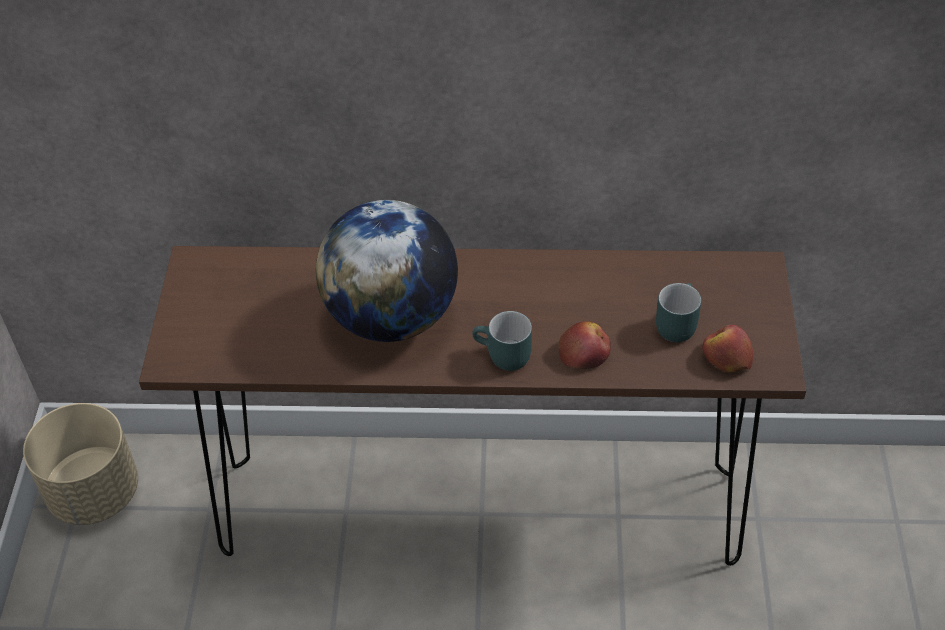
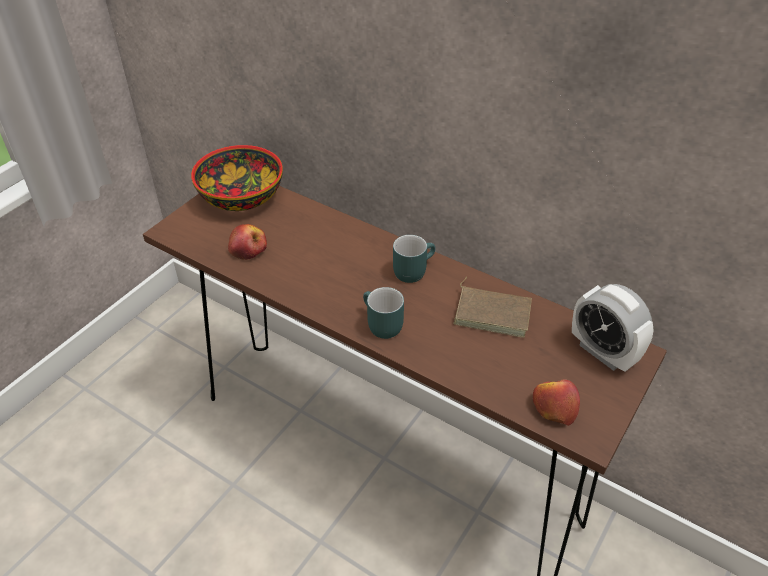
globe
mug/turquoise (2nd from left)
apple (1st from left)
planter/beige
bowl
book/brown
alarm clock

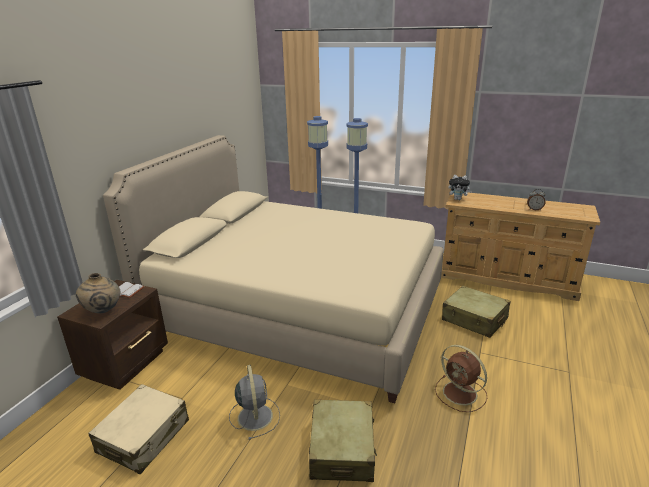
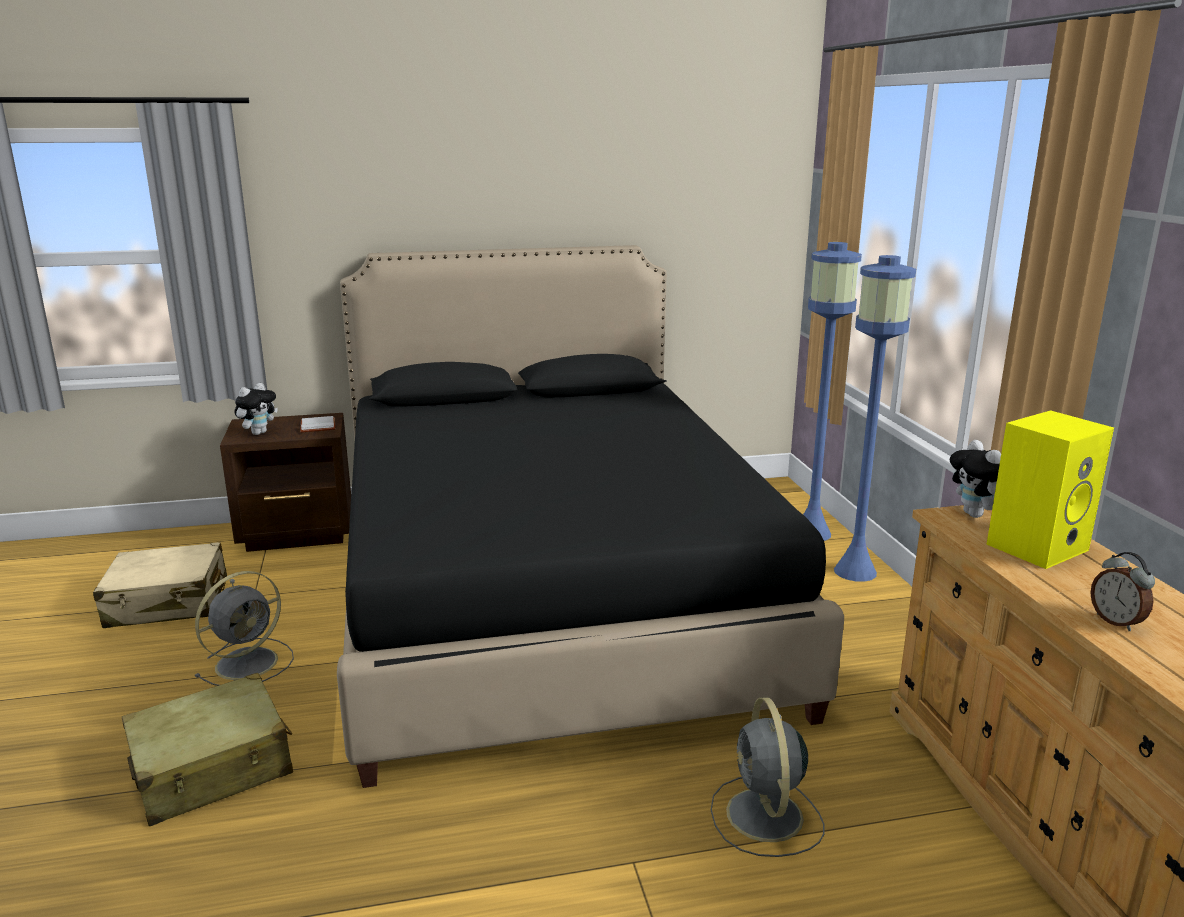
bed/black
plush toy (1st from left)
fan/grey (2nd from left)
fan/brown
speaker/yellow

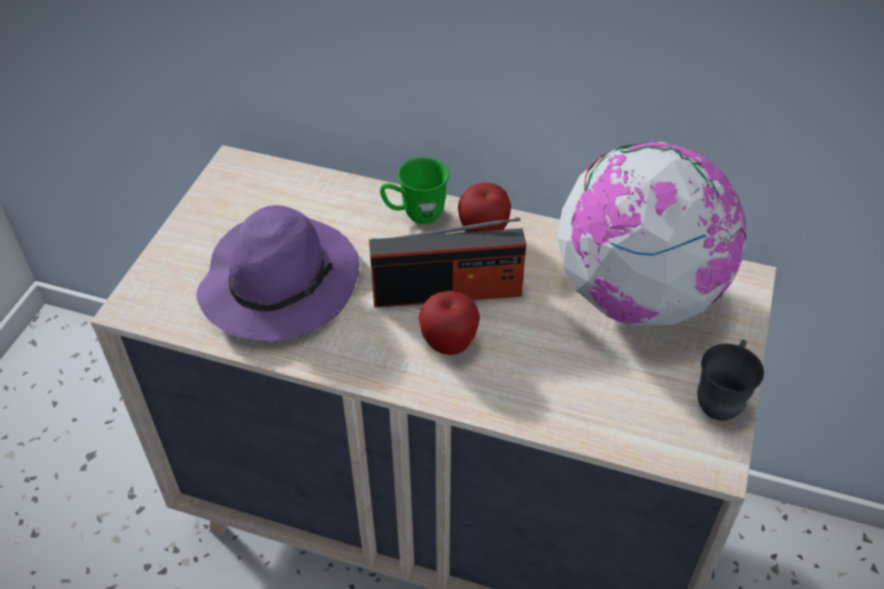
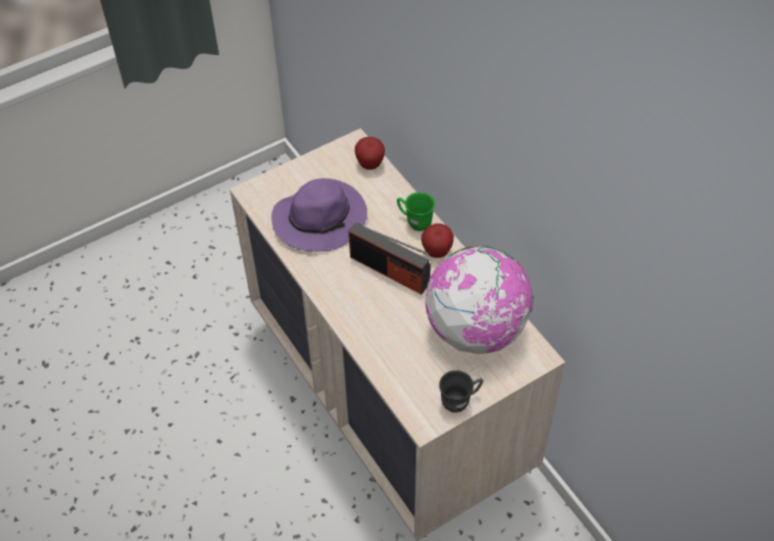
apple (1st from left)

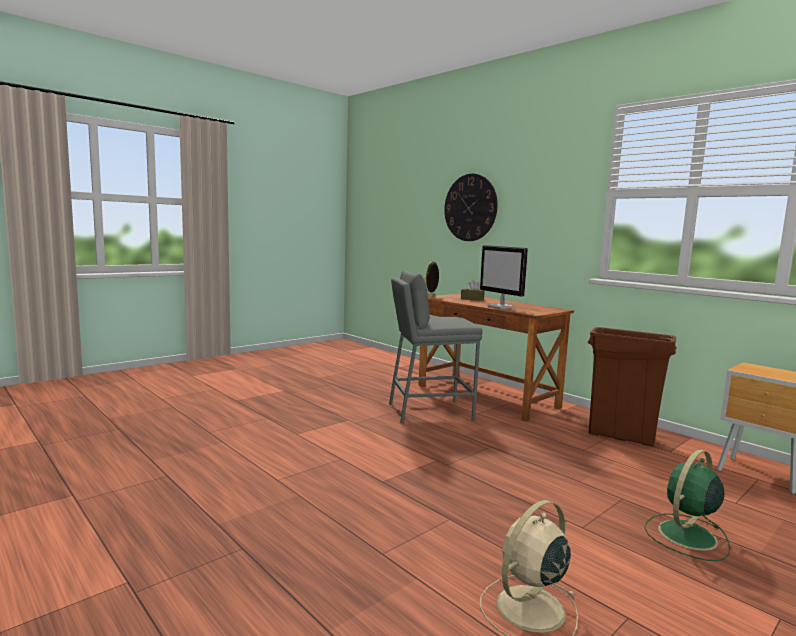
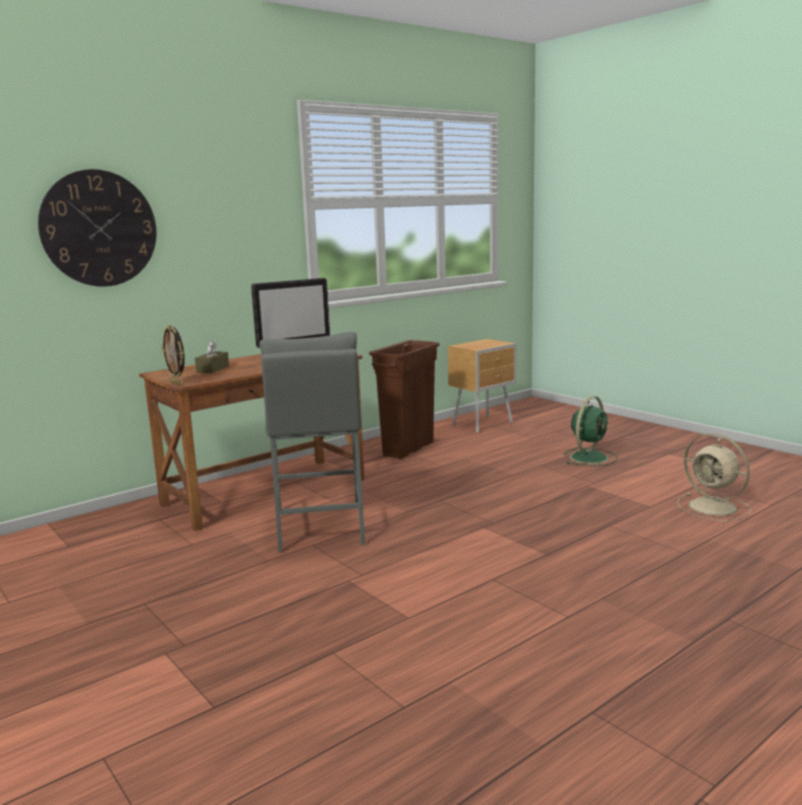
fan/green

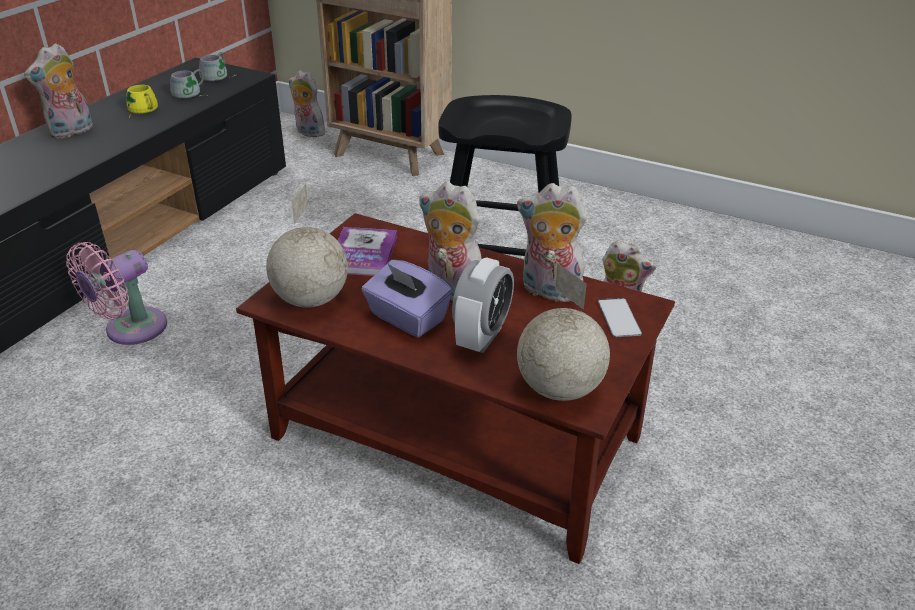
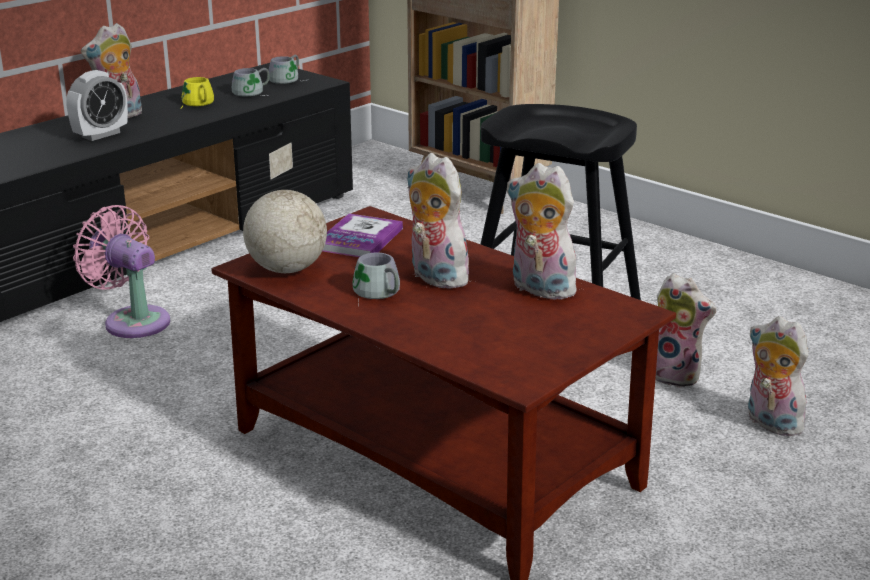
plush toy (5th from left)
fan/pink
alarm clock
mug/grey (3rd from left)
globe (2nd from left in the first image)
phone

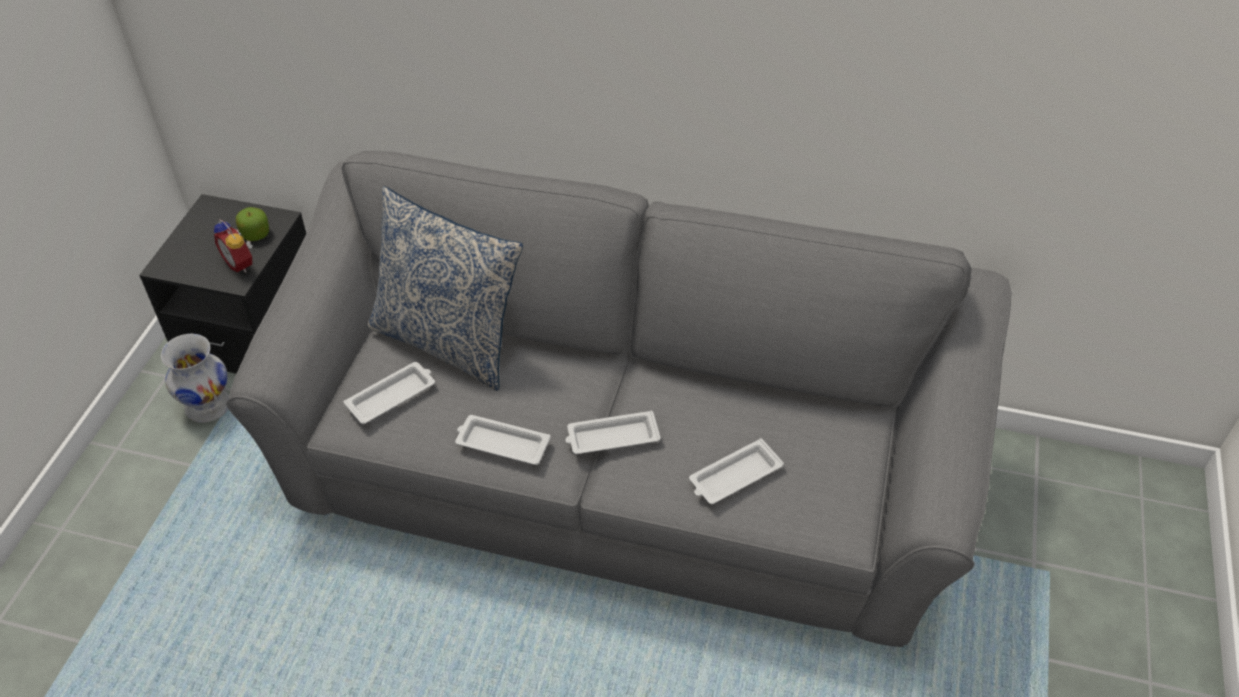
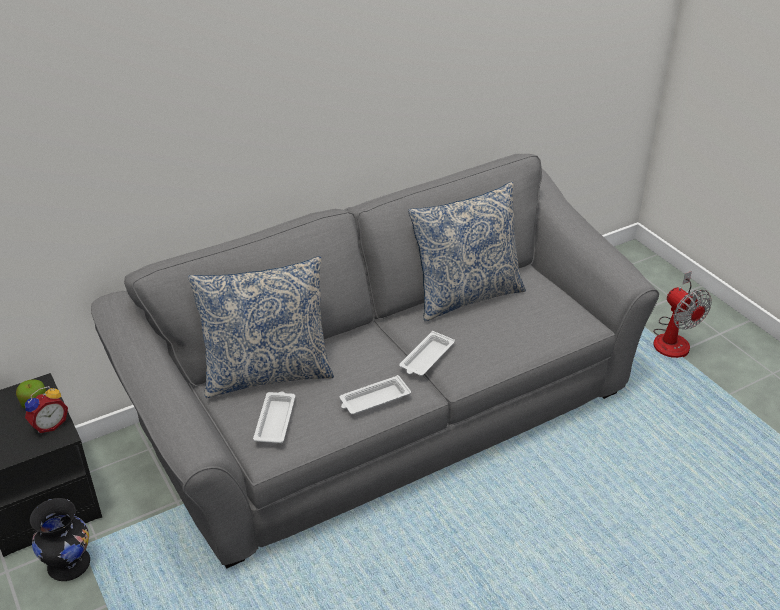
alarm clock
vase/black
tray/white (4th from left in the first image)
pillow (2nd from left)
fan

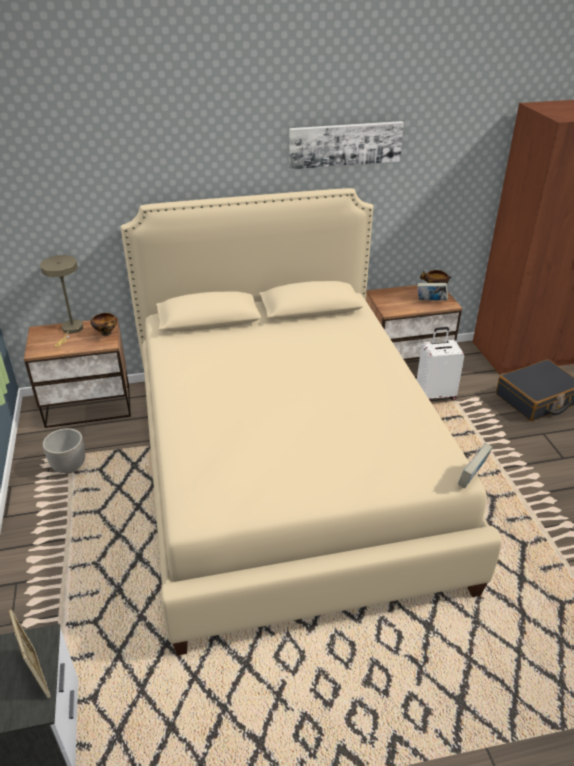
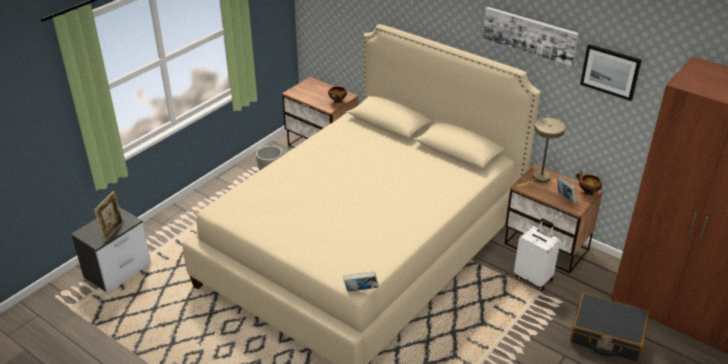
table lamp/beige
picture (2nd from left)

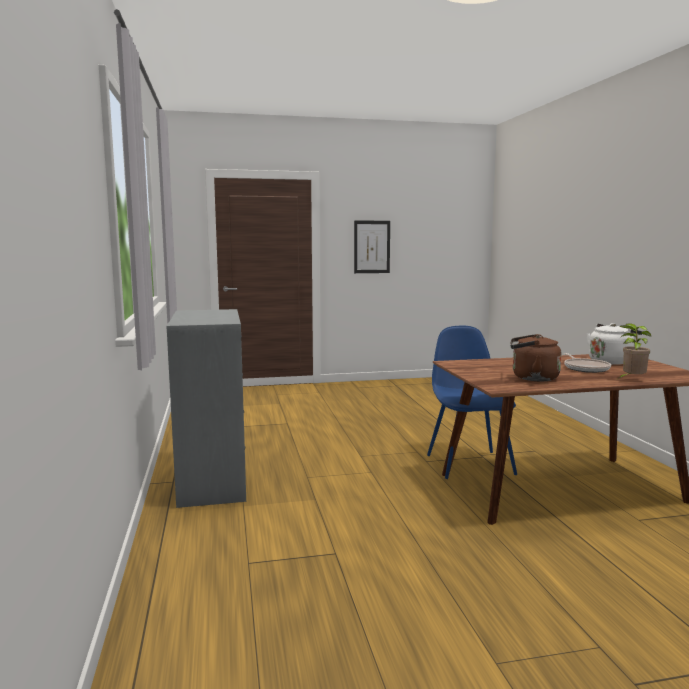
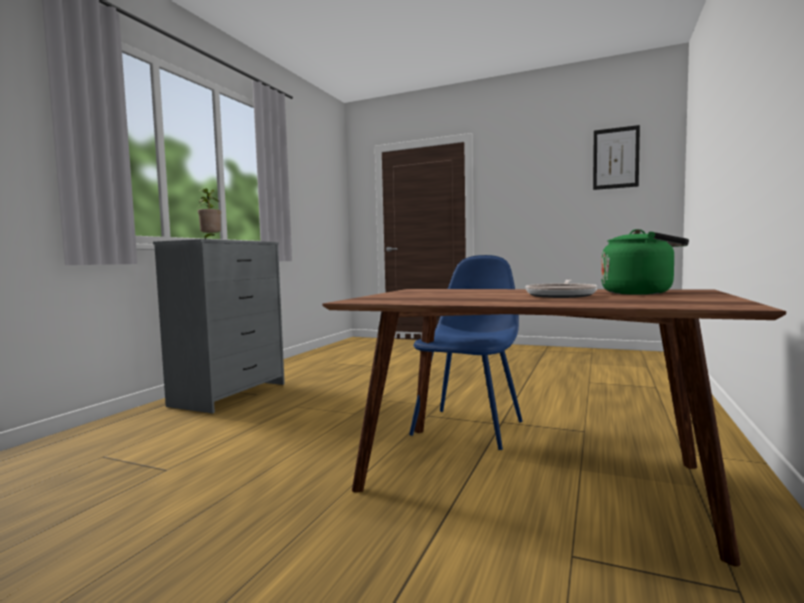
picture
kettle/green
potted plant
kettle/brown

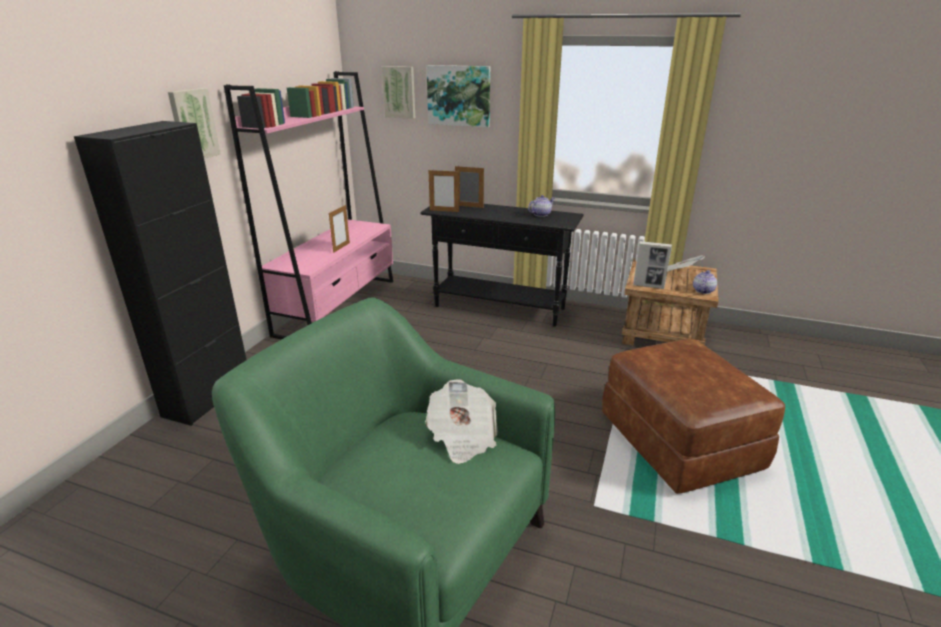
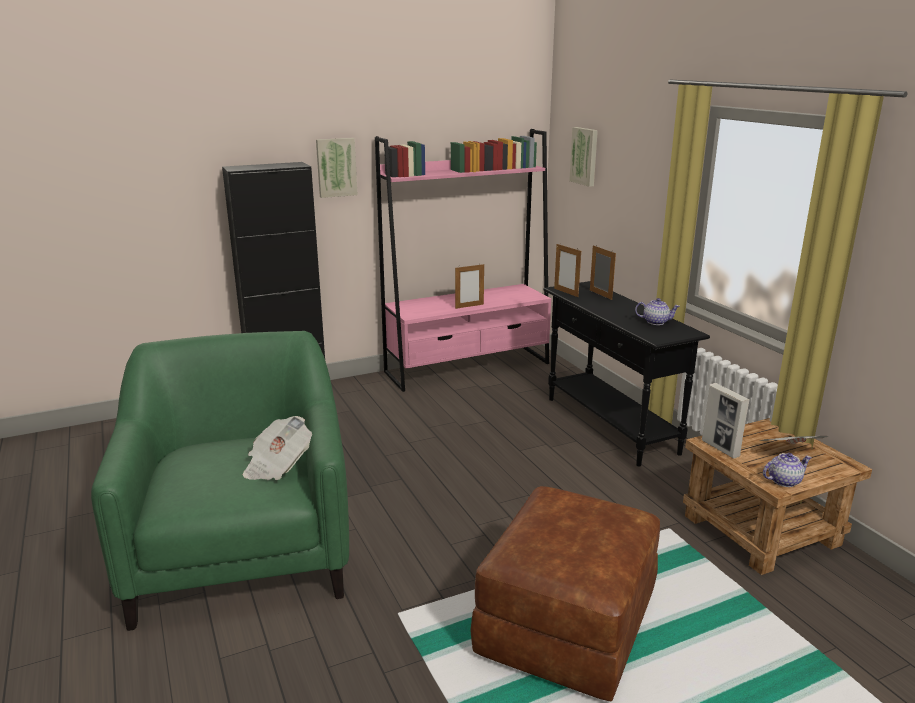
picture (3rd from left in the first image)

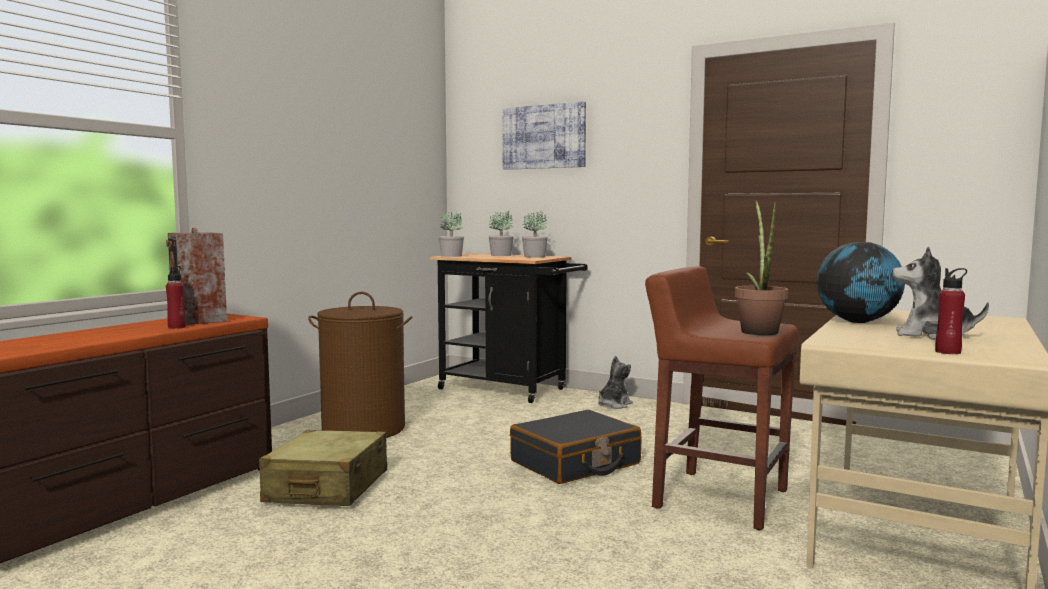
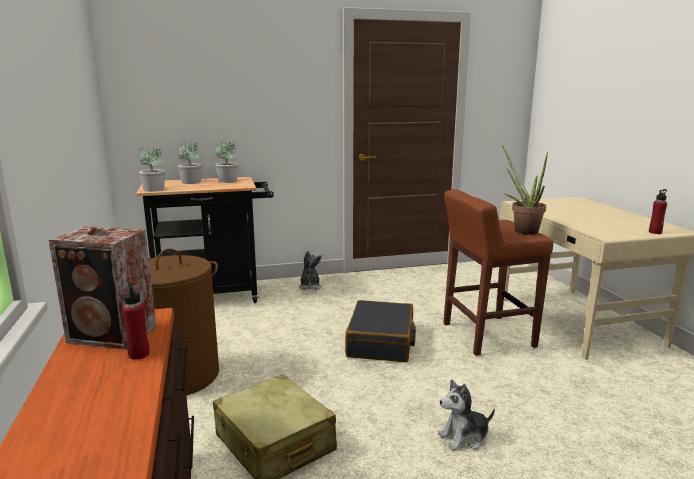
picture
globe
plush toy (2nd from left)

